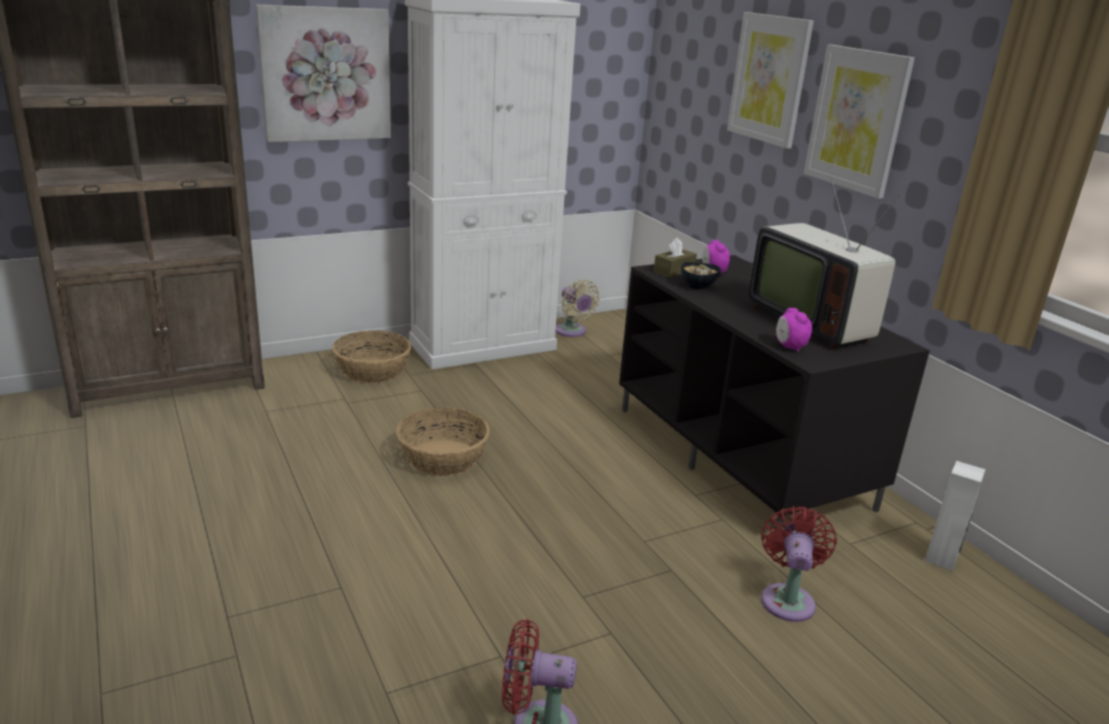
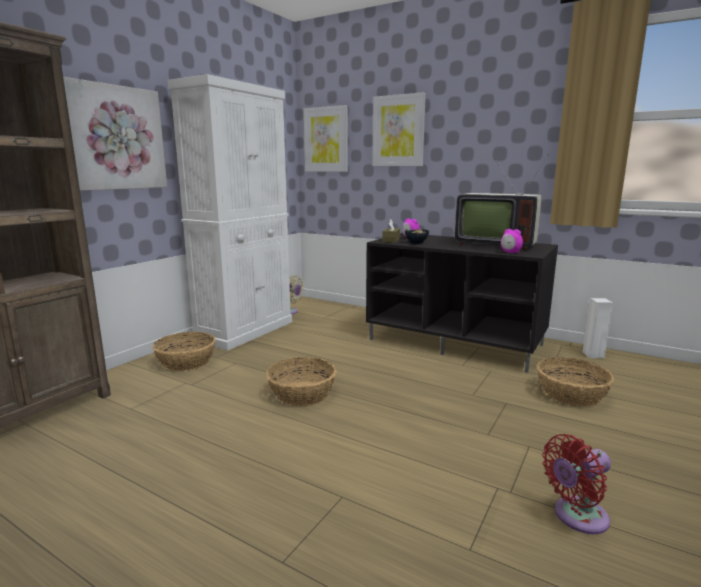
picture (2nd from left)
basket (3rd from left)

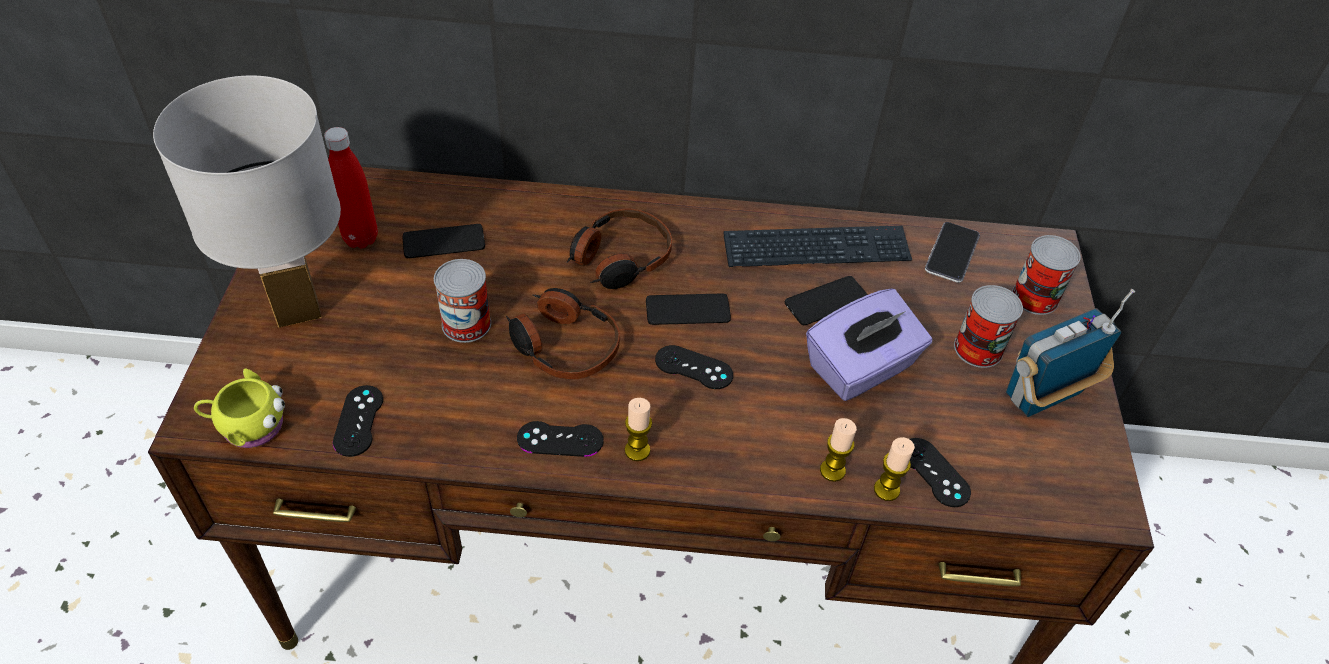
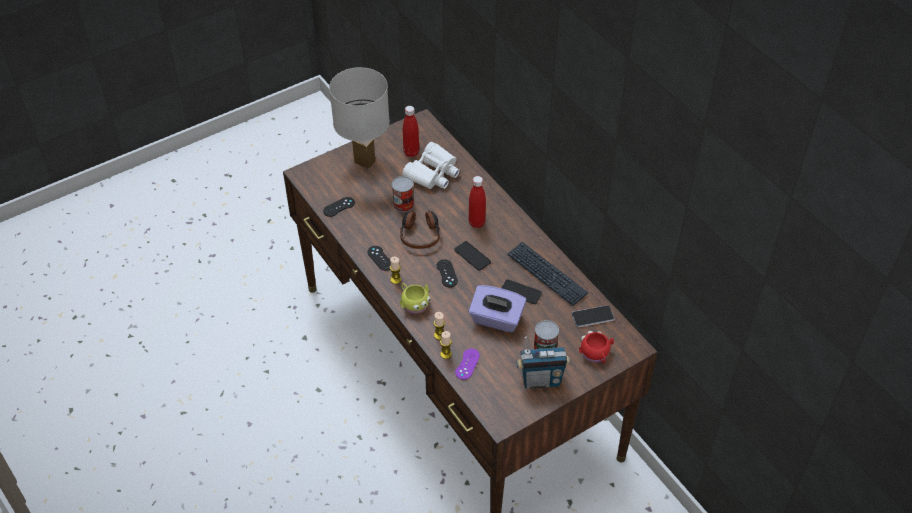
bottle/red (2nd from left)
binoculars/white
mug/red
radio
mug/yellow
game controller/purple

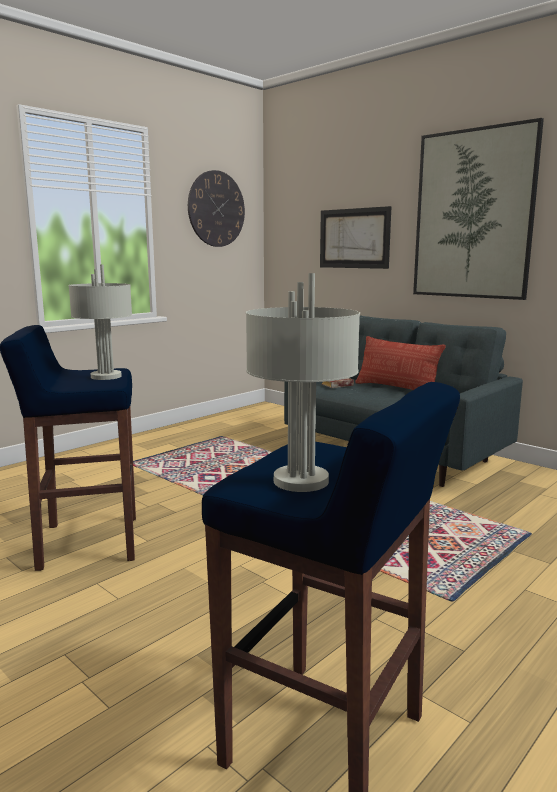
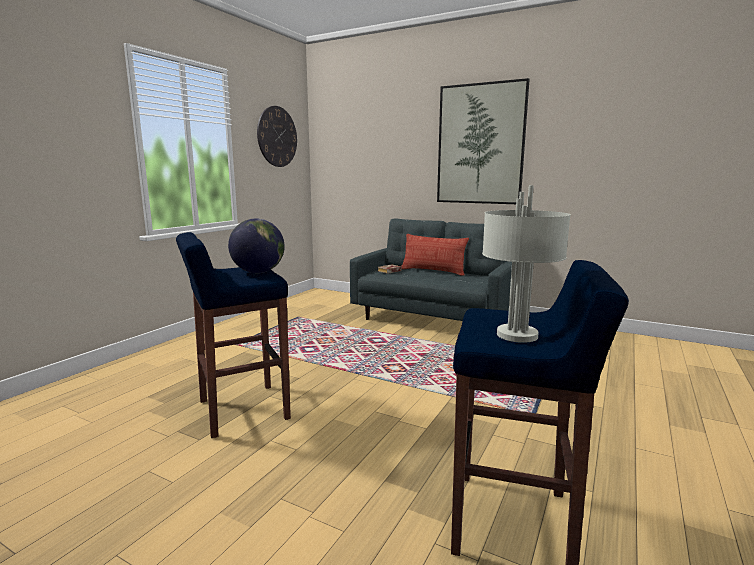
picture (1st from left in the first image)
globe

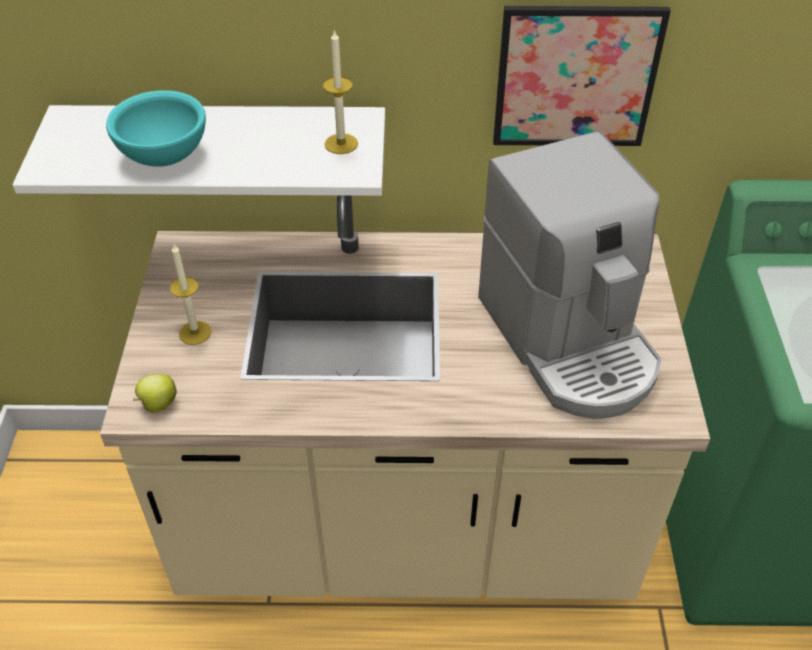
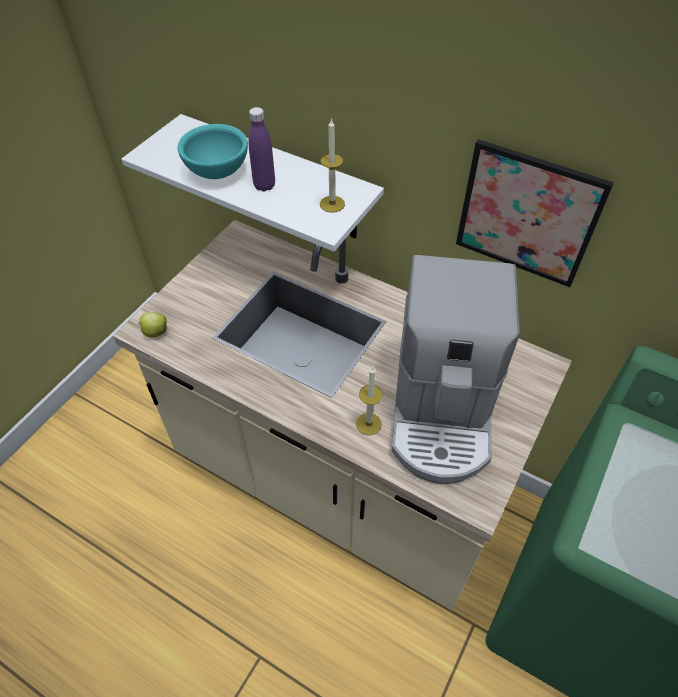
candle (2nd from left)
bottle/purple

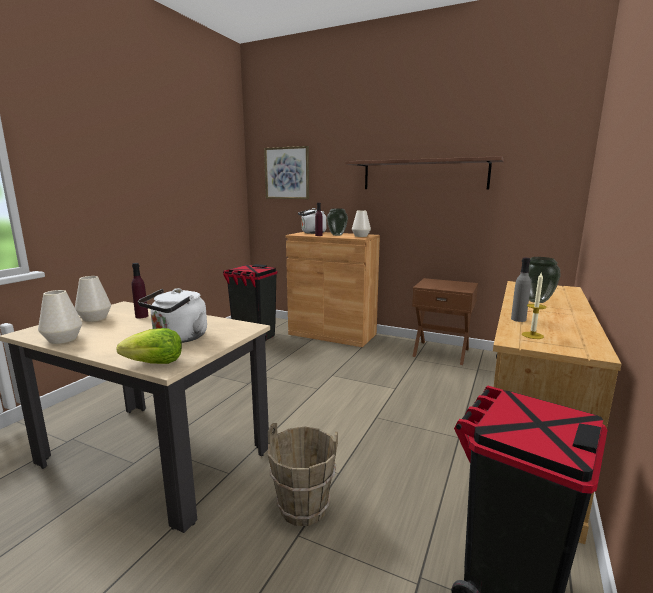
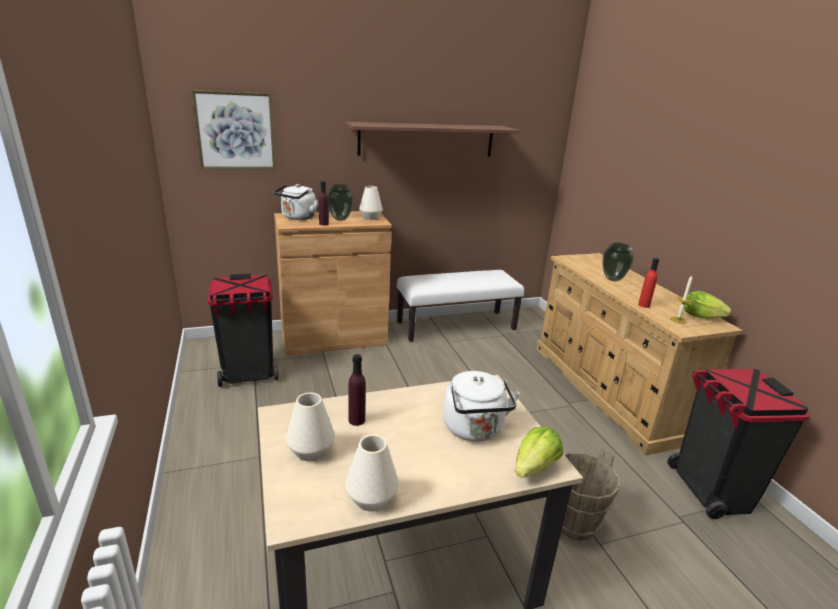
bottle/red
bench/white
lettuce (2nd from left)

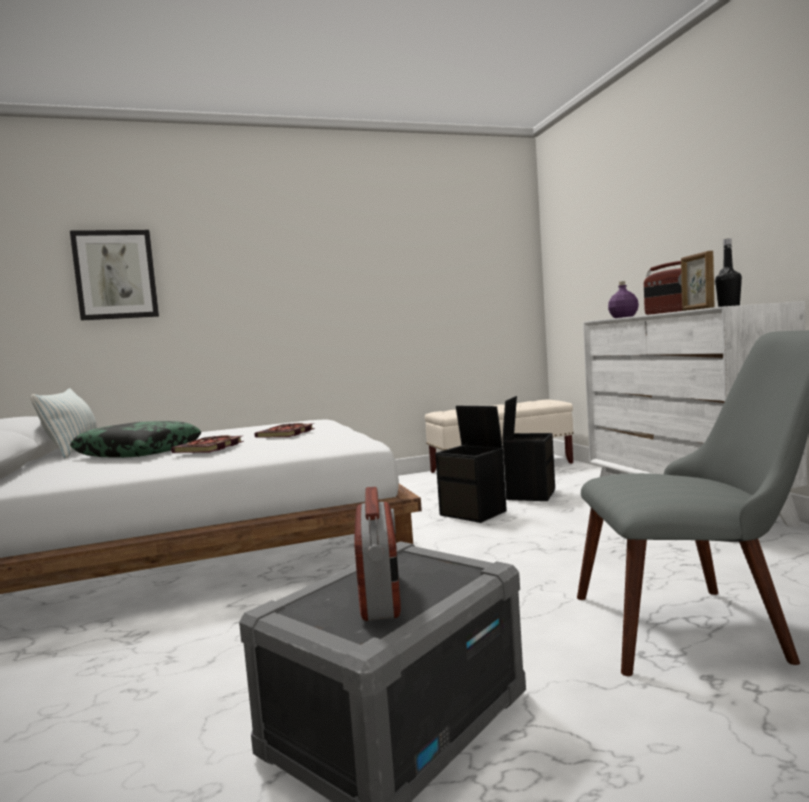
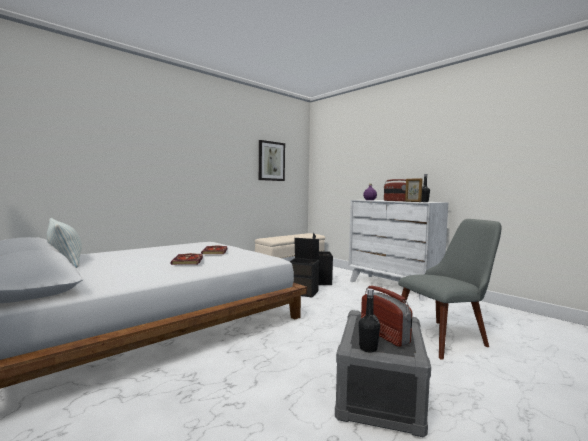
picture
pillow (2nd from left in the first image)
bottle/black (1st from left)

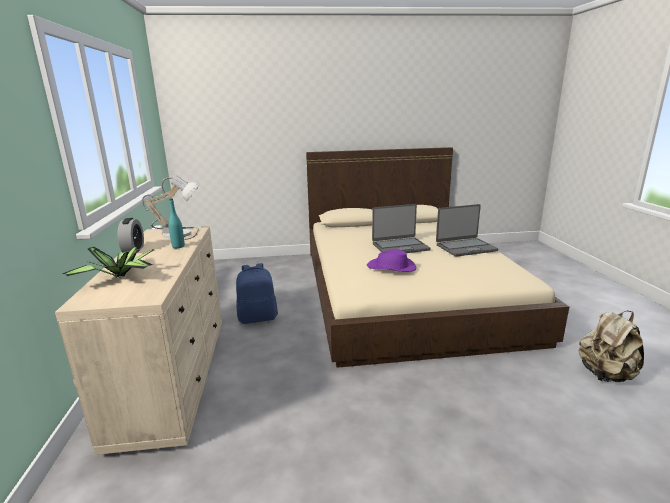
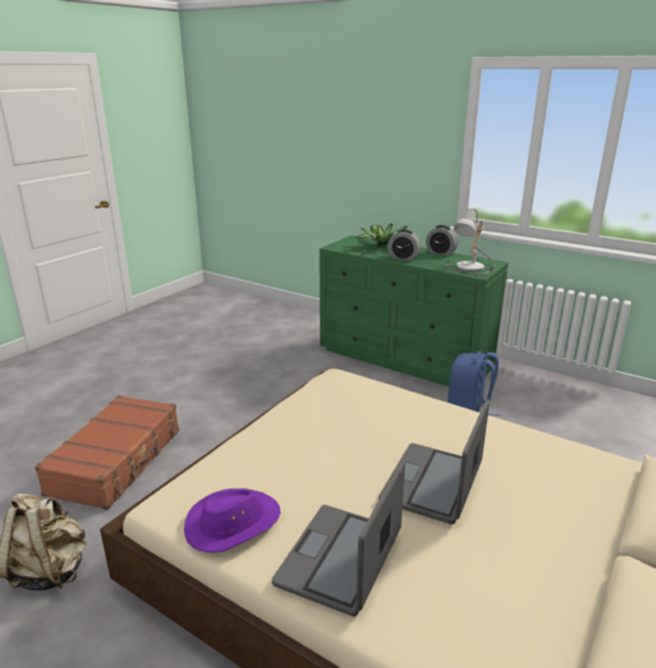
bottle/turquoise
dresser/green
hat/purple
alarm clock (1st from left)
suitcase/brown

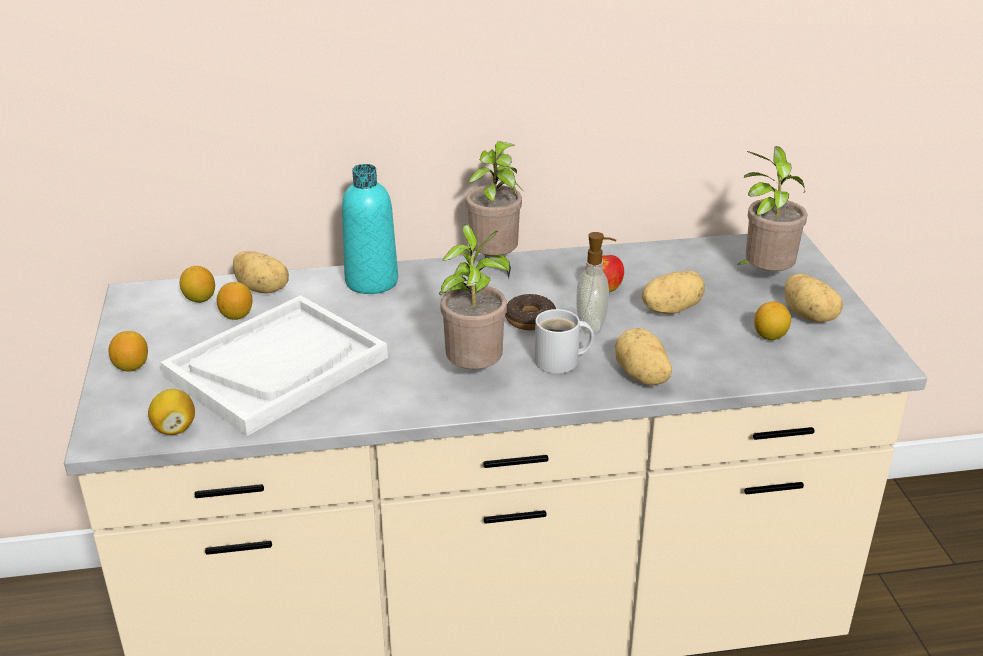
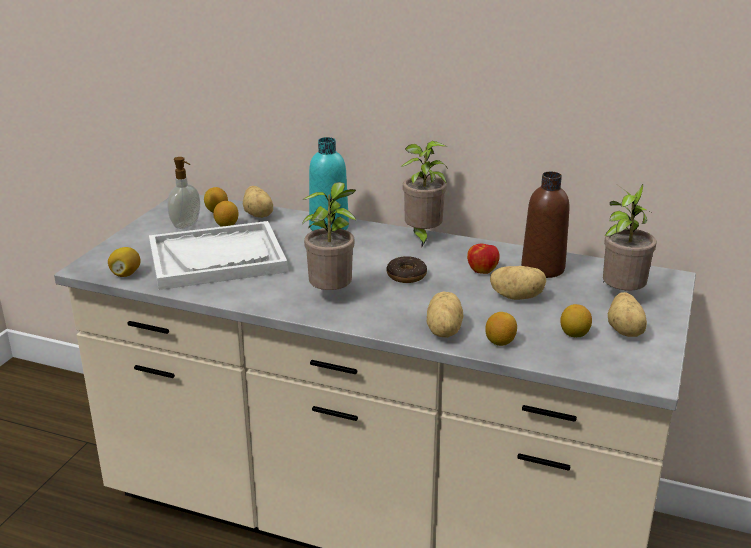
soap dispenser
mug/white
lemon (4th from left)
bottle/brown

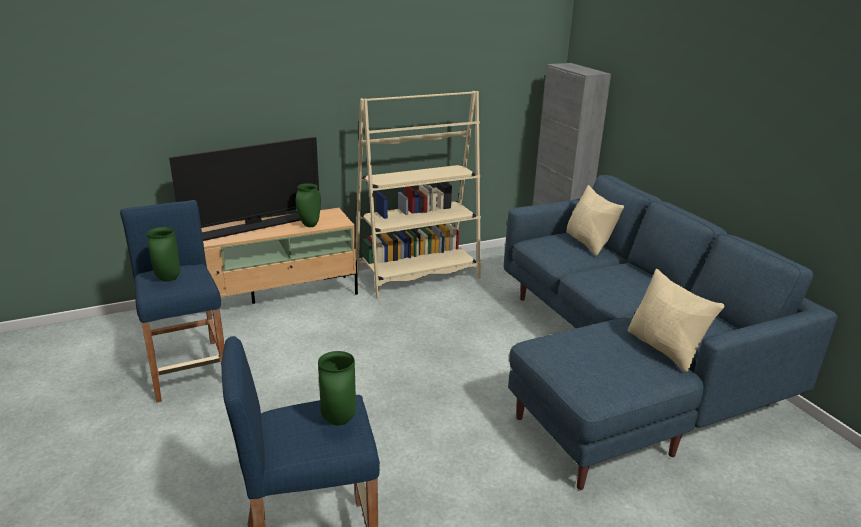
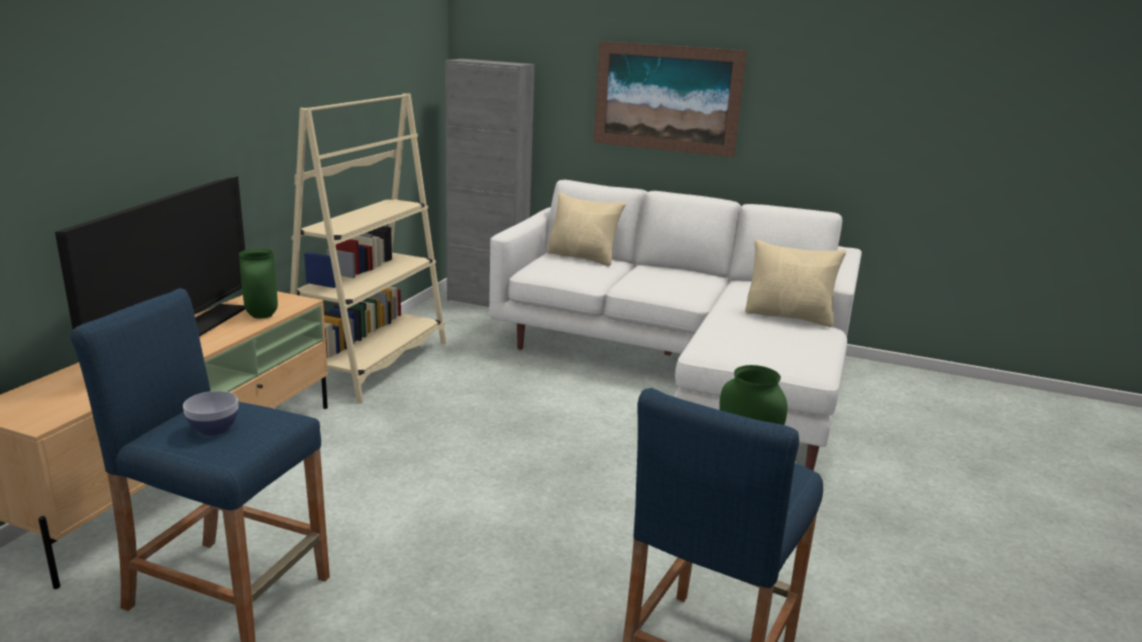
sofa/white
bowl
picture

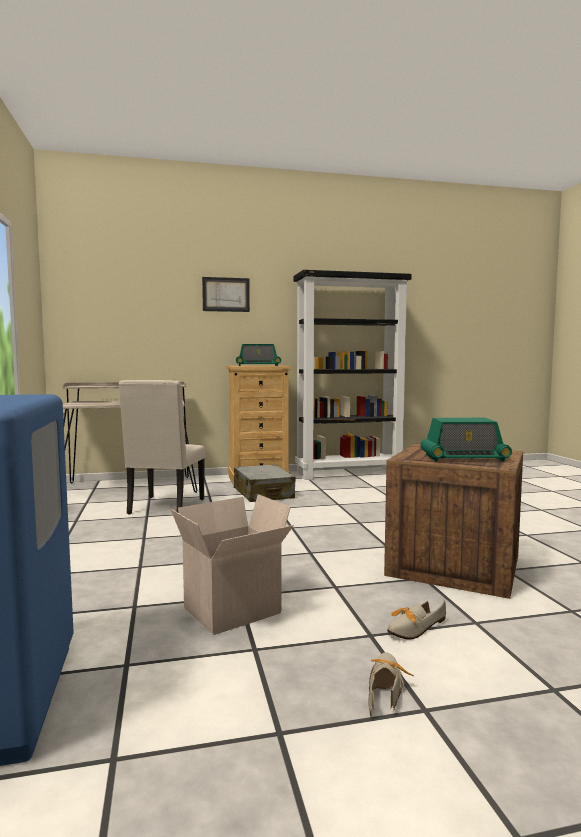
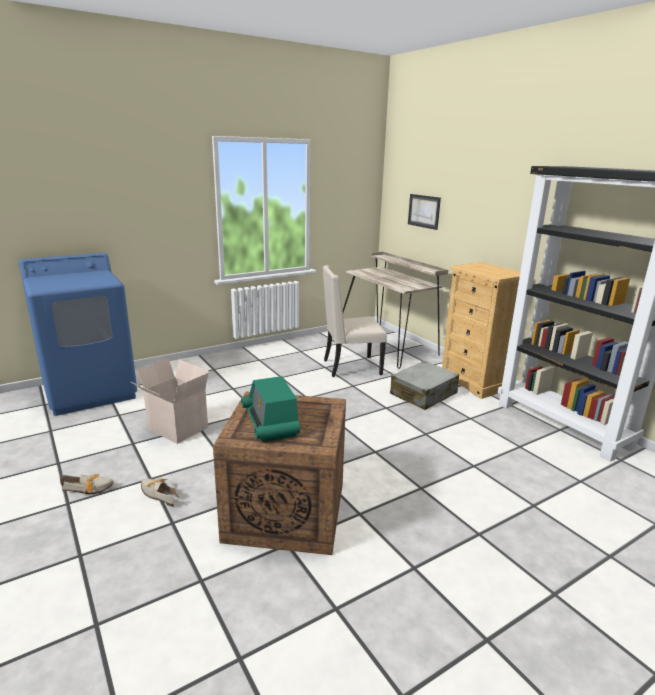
picture
radio (1st from left in the first image)

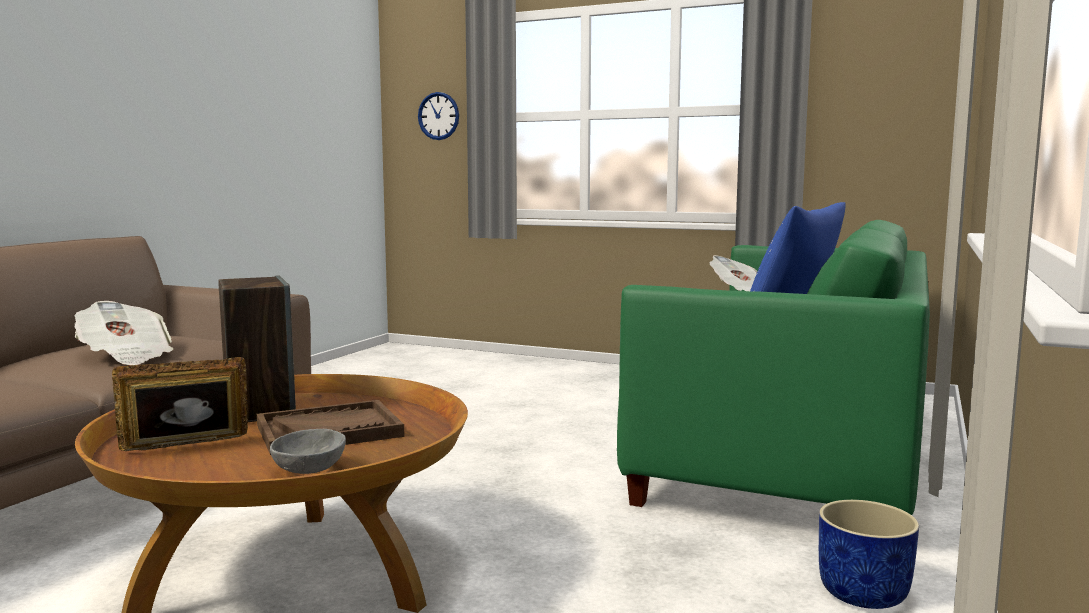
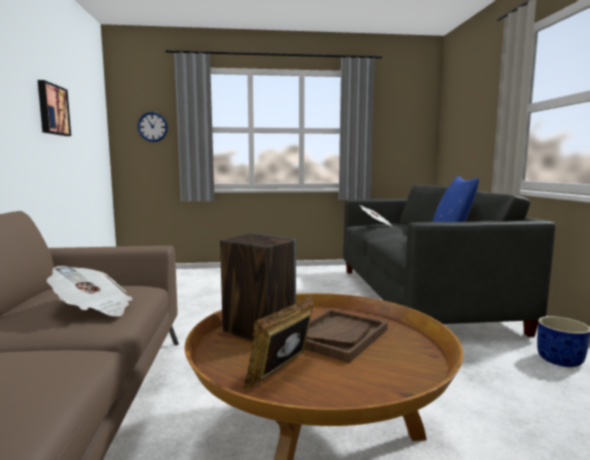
sofa/grey
bowl/grey
picture

